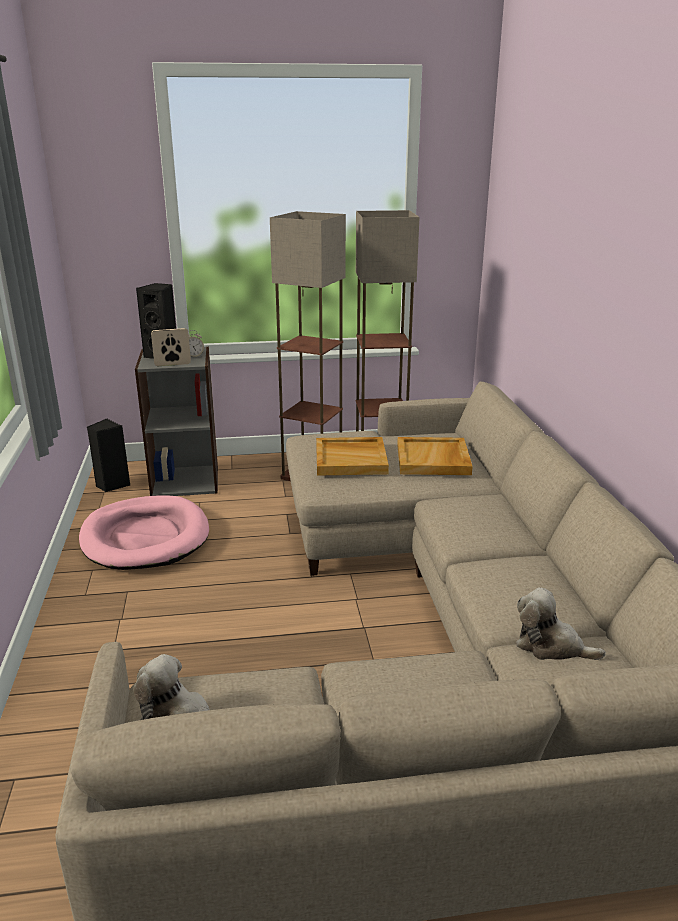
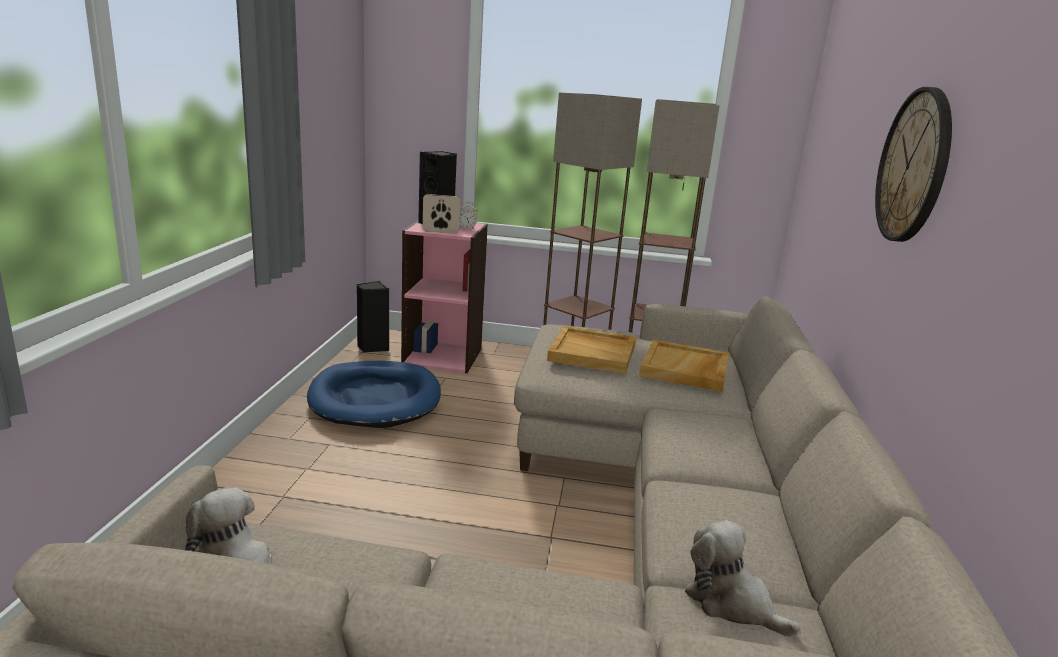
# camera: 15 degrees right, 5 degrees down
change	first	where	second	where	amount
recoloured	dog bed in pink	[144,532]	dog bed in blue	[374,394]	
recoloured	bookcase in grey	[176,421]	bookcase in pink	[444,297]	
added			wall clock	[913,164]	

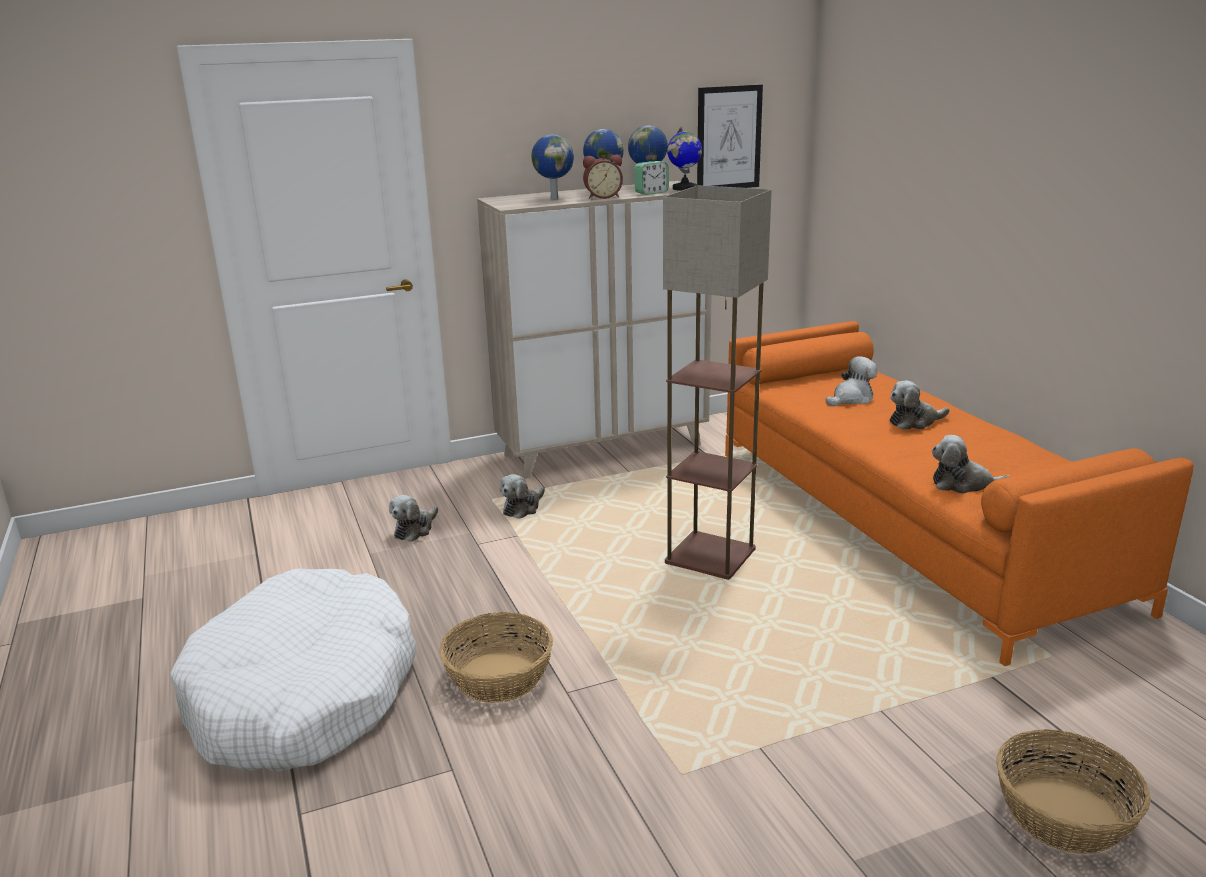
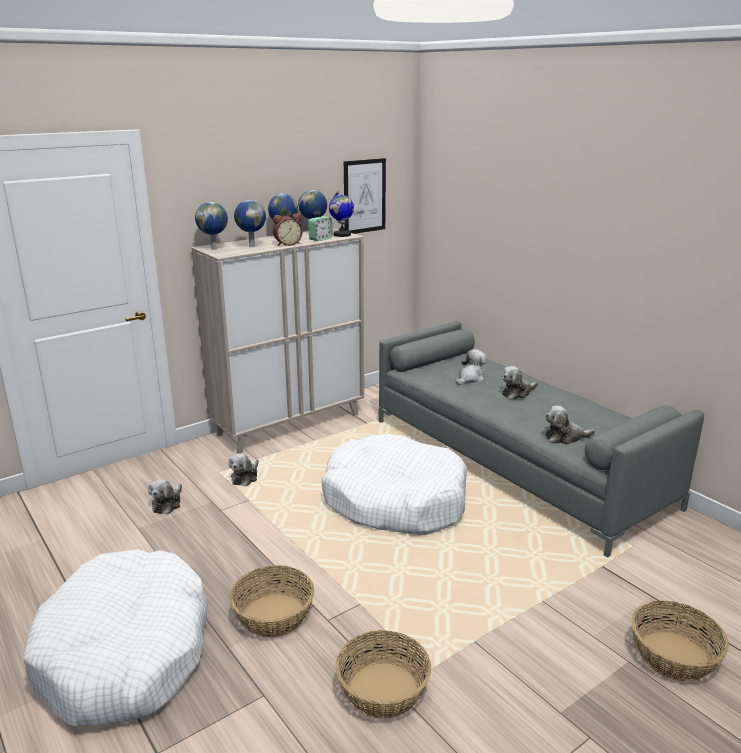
# camera: 15 degrees left, 0 degrees up
change	first	where	second	where	amount
replaced	floor lamp	[717,382]	dog bed in white	[394,484]	
recoloured	sofa in orange	[959,493]	sofa in grey	[541,439]	
added			globe	[211,226]	
added			basket	[383,674]	

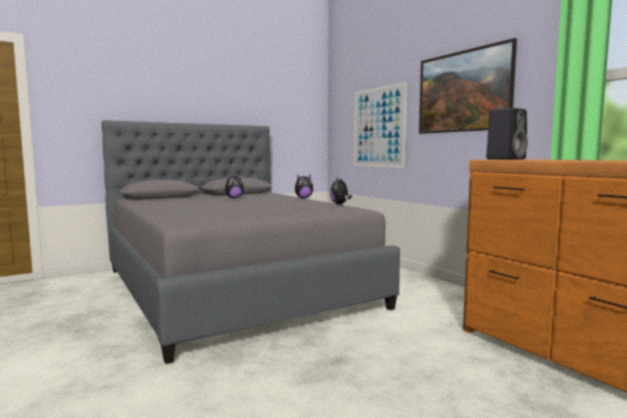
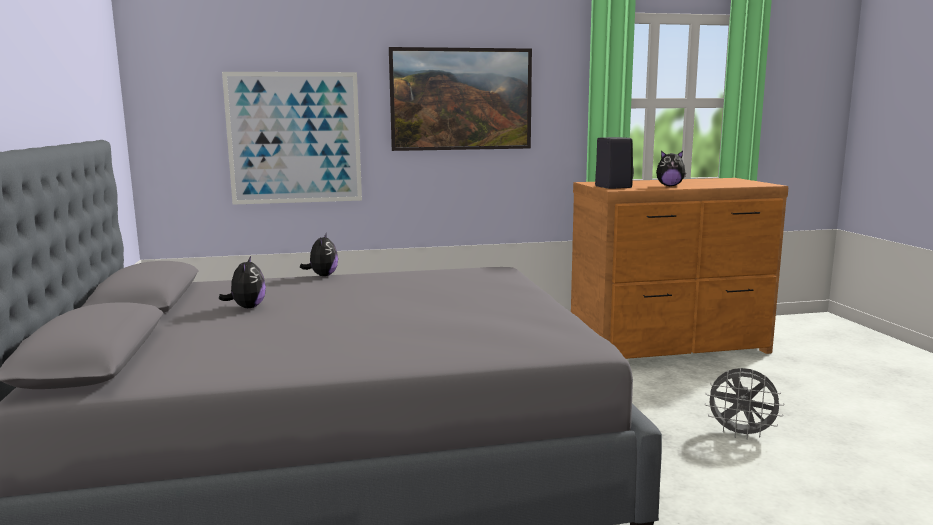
# camera: 70 degrees left, 5 degrees up
change	first	where	second	where	amount
moved	plush toy	[341,191]		[671,168]	
added			fan in grey	[745,403]	

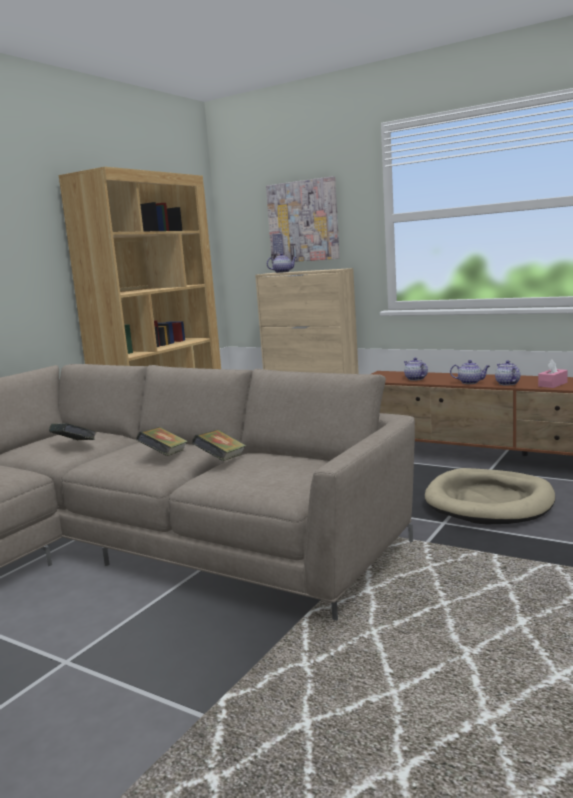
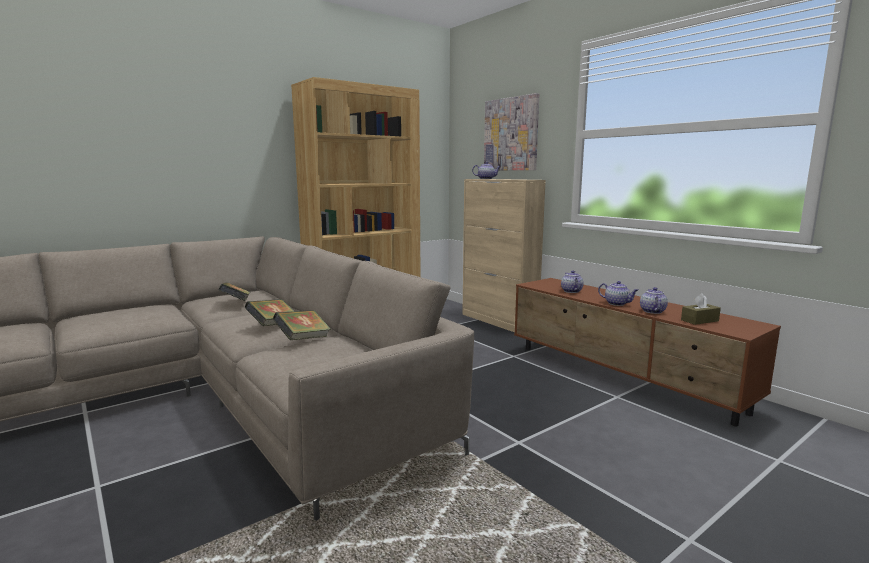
# camera: 20 degrees right, 0 degrees up
change	first	where	second	where	amount
removed	dog bed in beige	[490,496]			
recoloured	tissue box in pink	[553,374]	tissue box in brown	[701,309]	

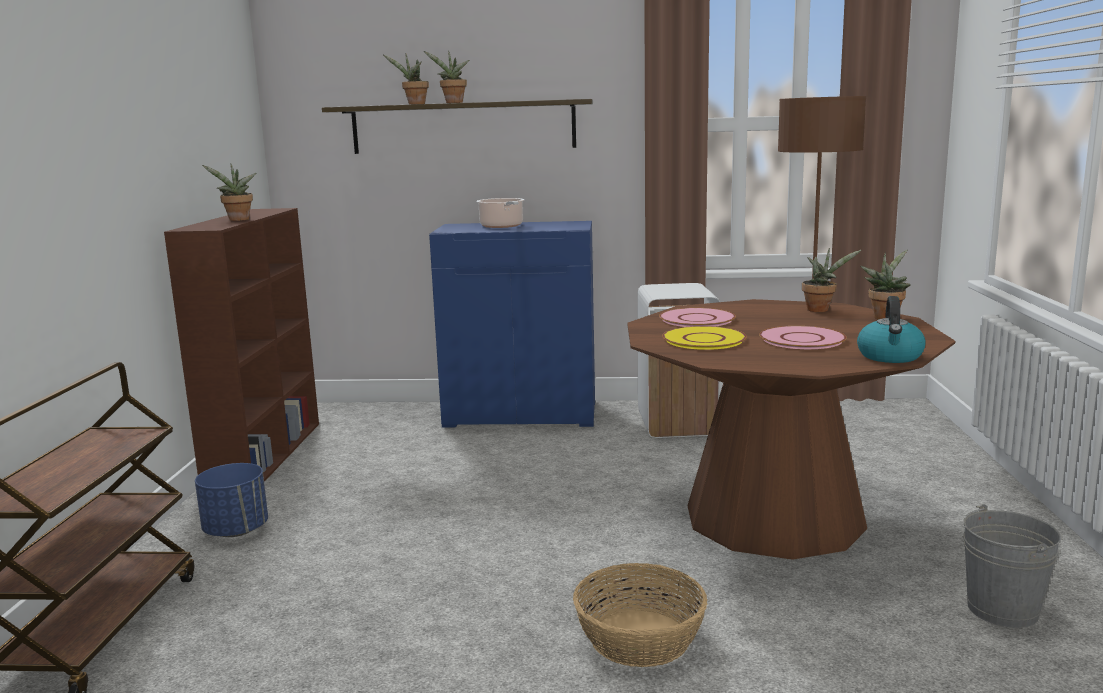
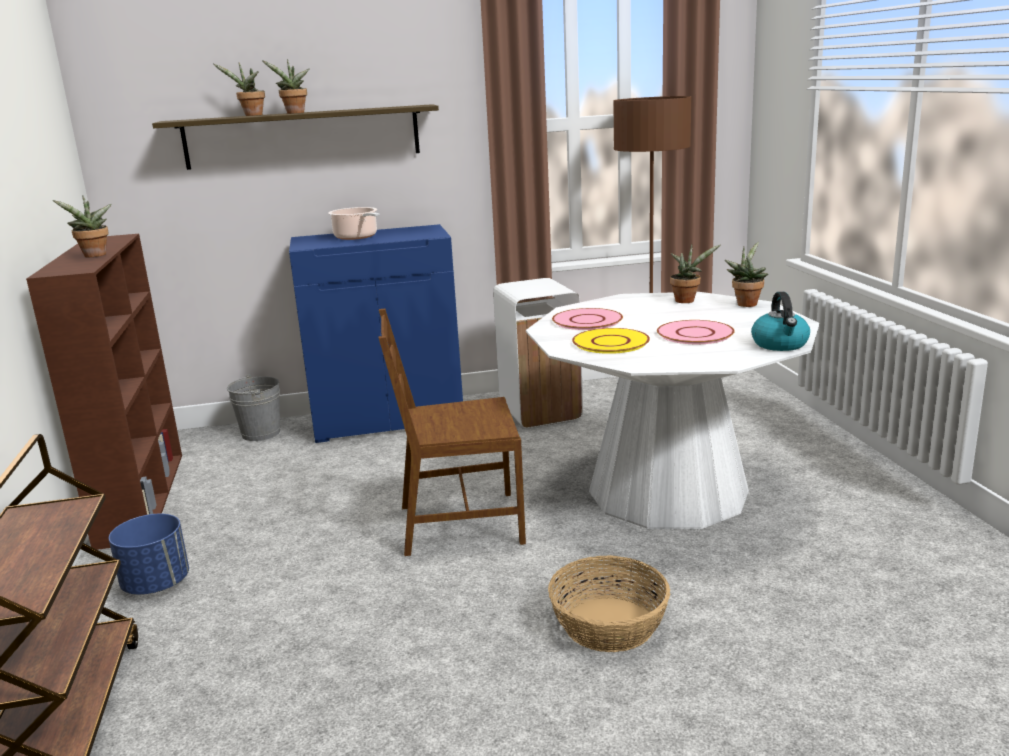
# camera: 15 degrees left, 5 degrees up
change	first	where	second	where	amount
recoloured	dining table in brown	[791,429]	dining table in white	[672,410]	
moved	bucket in grey	[1012,566]		[253,407]	
added			chair in brown	[452,432]	

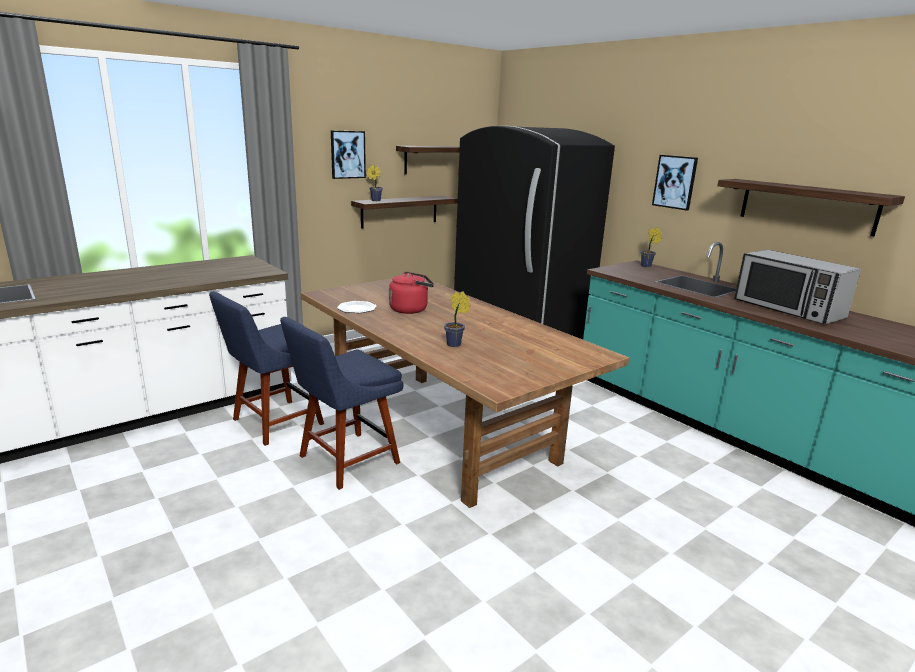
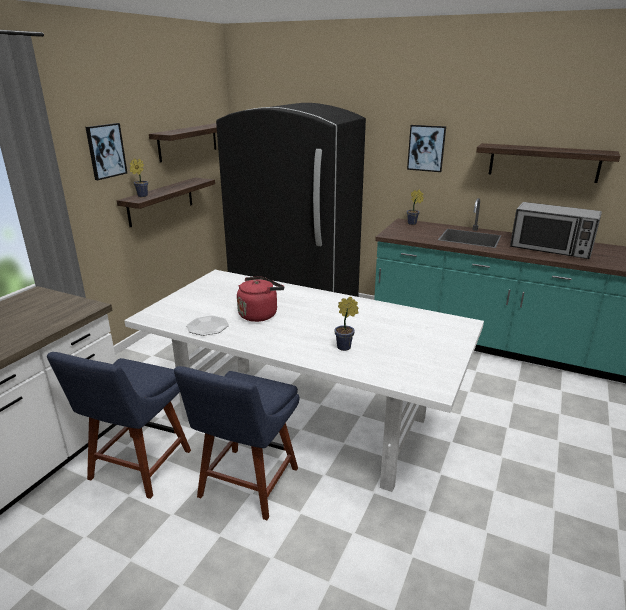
# camera: 25 degrees left, 5 degrees up
change	first	where	second	where	amount
recoloured	dining table in brown	[464,393]	dining table in white	[304,381]	

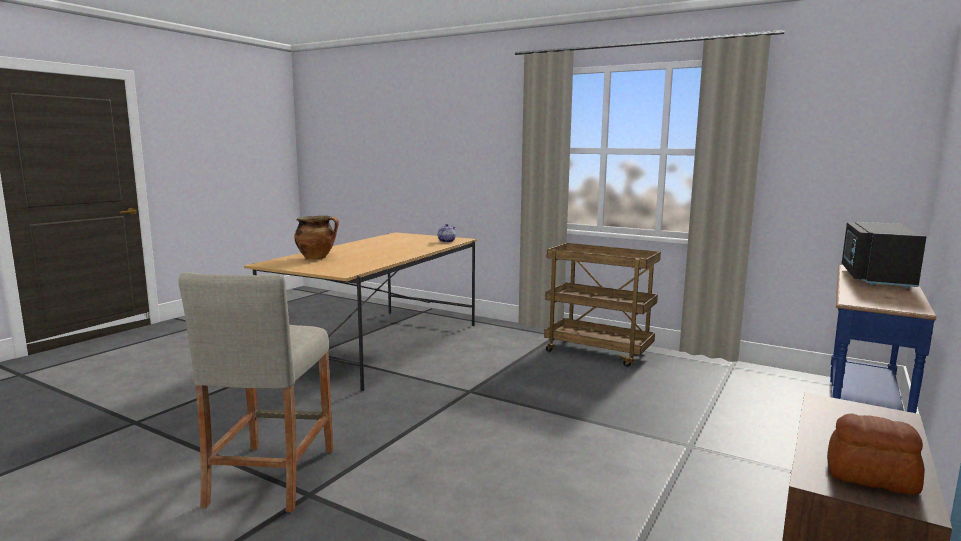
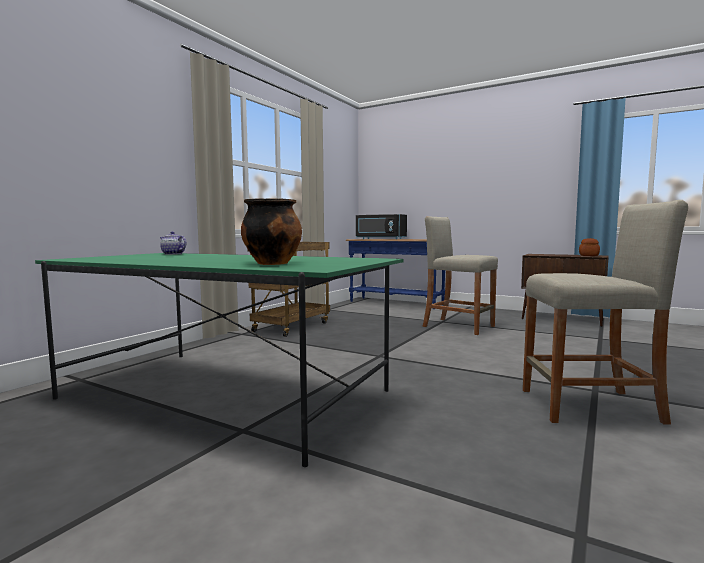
# camera: 90 degrees left, 5 degrees down
change	first	where	second	where	amount
recoloured	dining table in beige	[360,311]	dining table in green	[219,360]	
added			stool in beige	[460,275]	

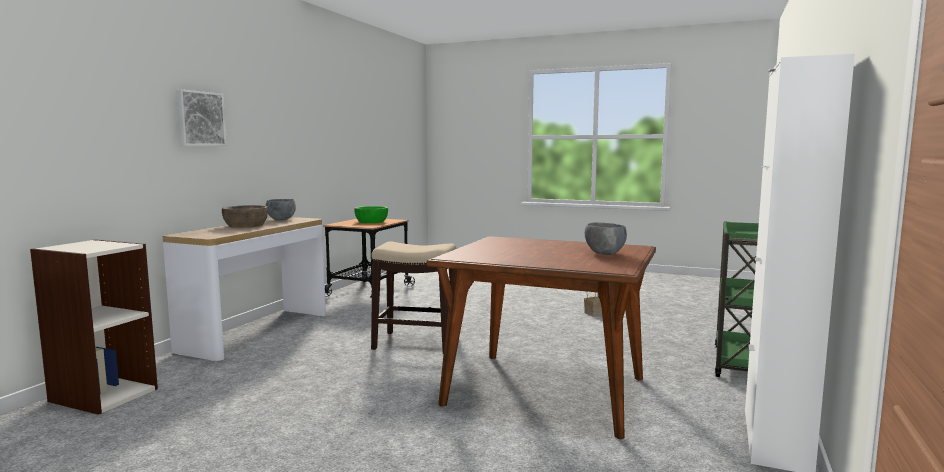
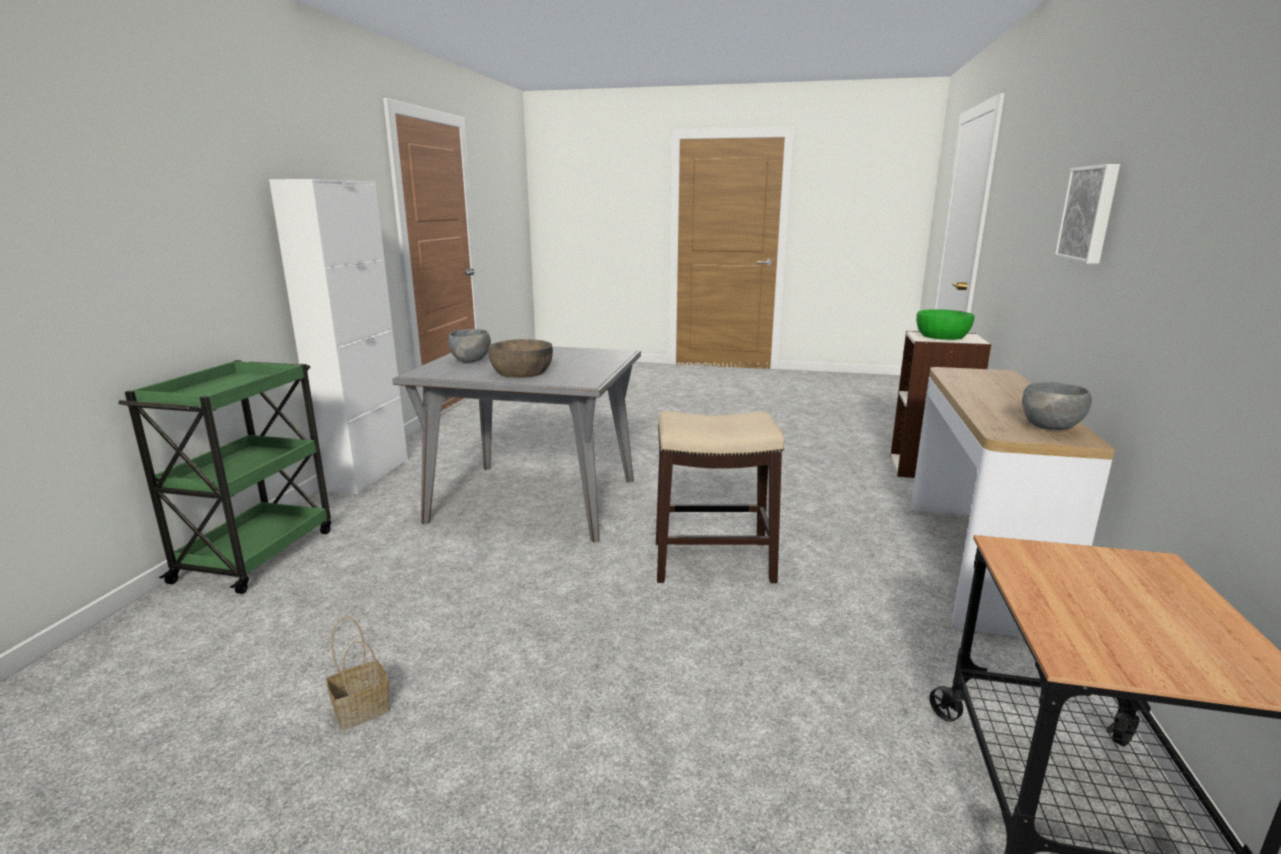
# camera: 170 degrees right, 10 degrees up
change	first	where	second	where	amount
moved	bowl in brown	[245,216]		[520,358]	
moved	bowl in green	[371,214]		[945,324]	
recoloured	dining table in brown	[541,337]	dining table in grey	[516,444]	

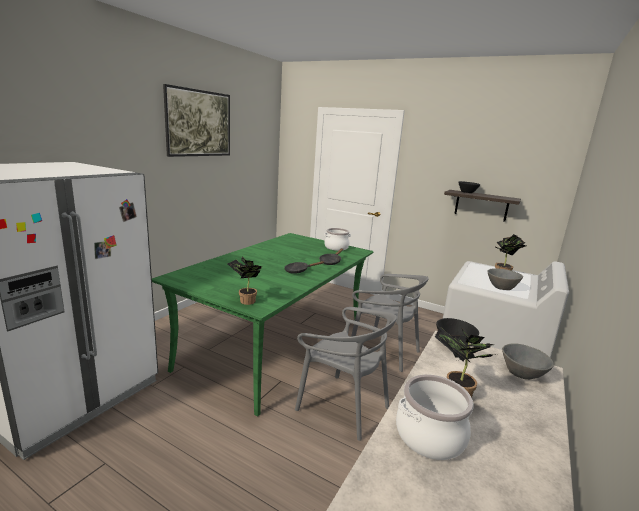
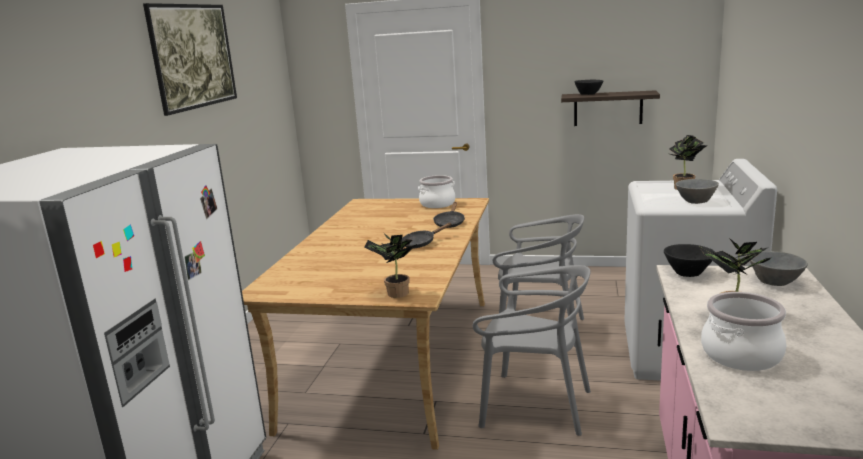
# camera: 15 degrees left, 0 degrees up
change	first	where	second	where	amount
recoloured	dining table in green	[263,325]	dining table in beige	[365,324]	

